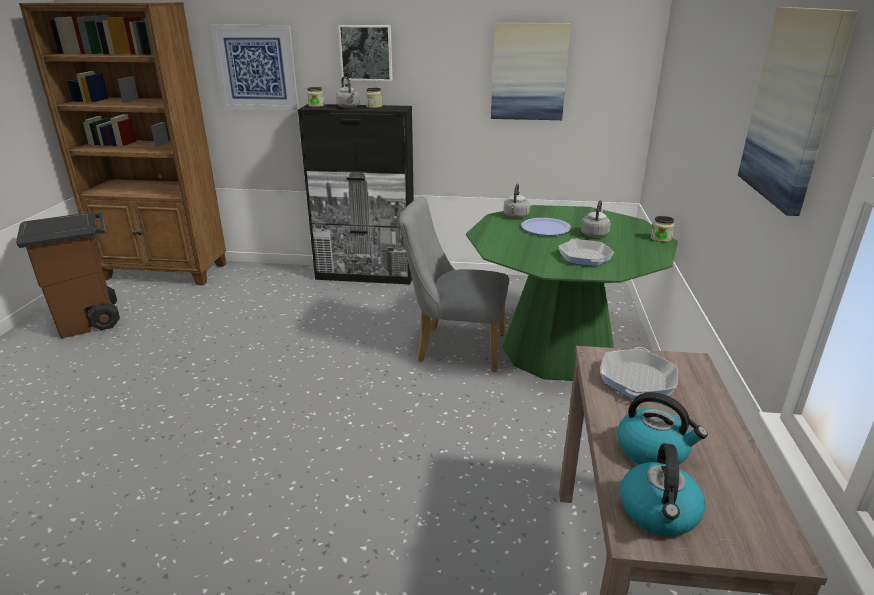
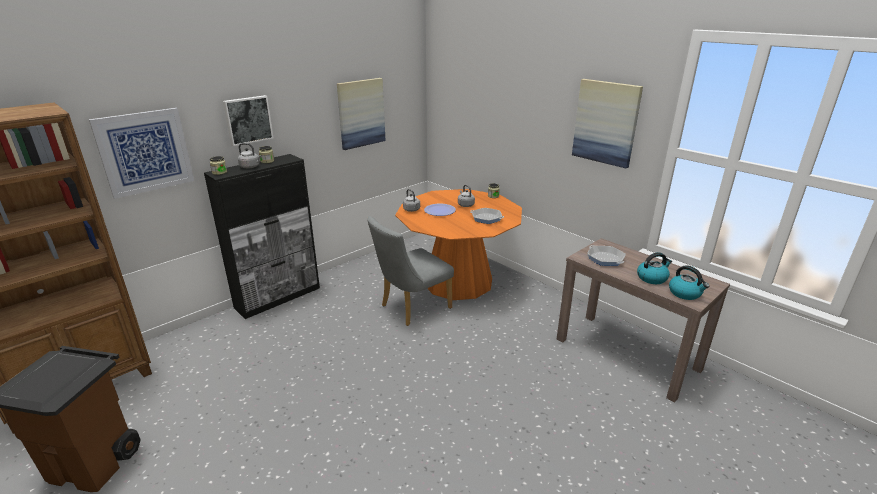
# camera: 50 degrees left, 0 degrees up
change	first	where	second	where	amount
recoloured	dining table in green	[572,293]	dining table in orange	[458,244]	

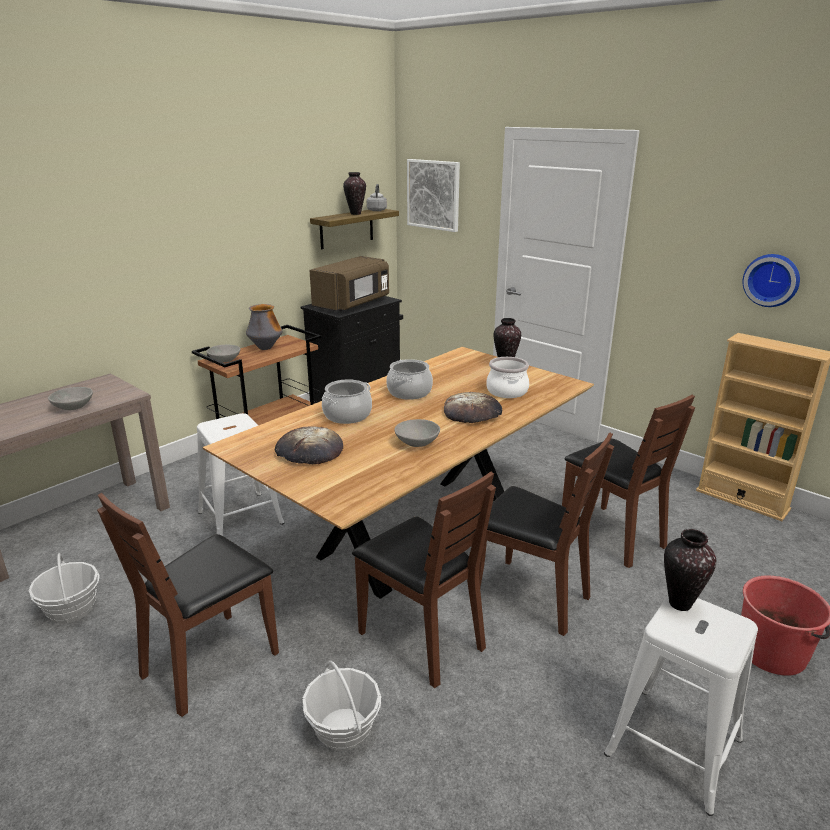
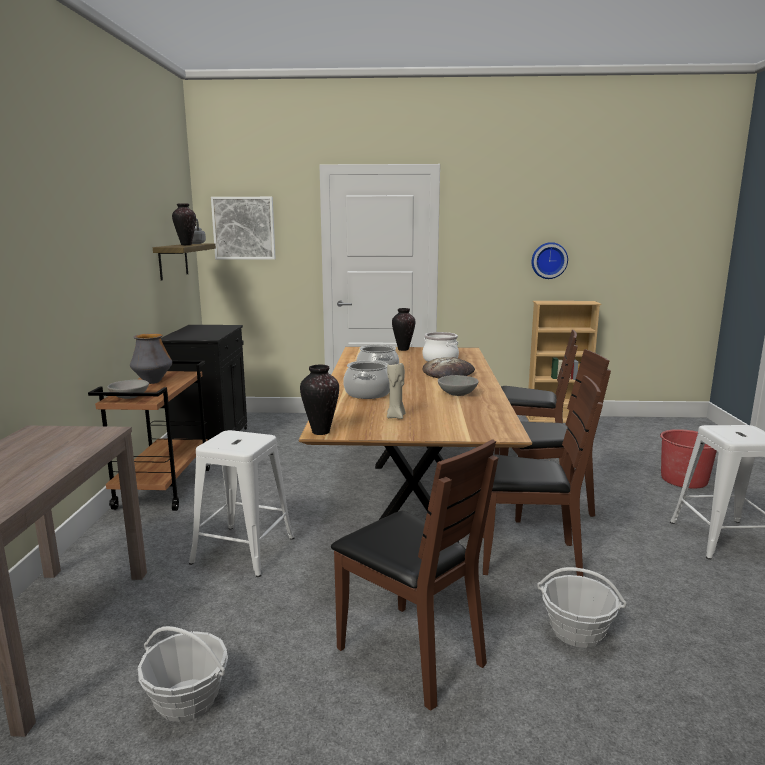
# camera: 40 degrees left, 10 degrees down
change	first	where	second	where	amount
removed	bowl in grey	[70,398]			
turned	chair in brown	[188,605]		[414,575]	45 degrees counterclockwise
replaced	bread	[309,445]	candle in beige	[396,391]	
removed	microwave in brown	[349,283]			
moved	vase	[690,570]		[319,400]	

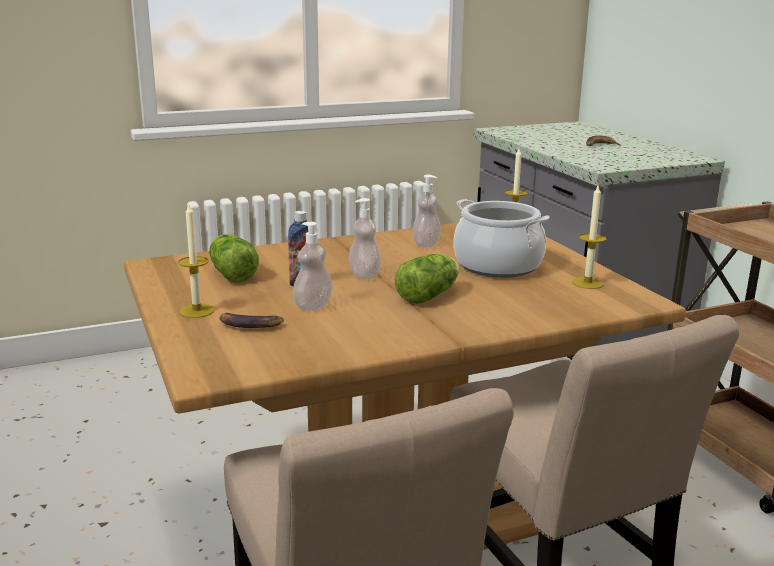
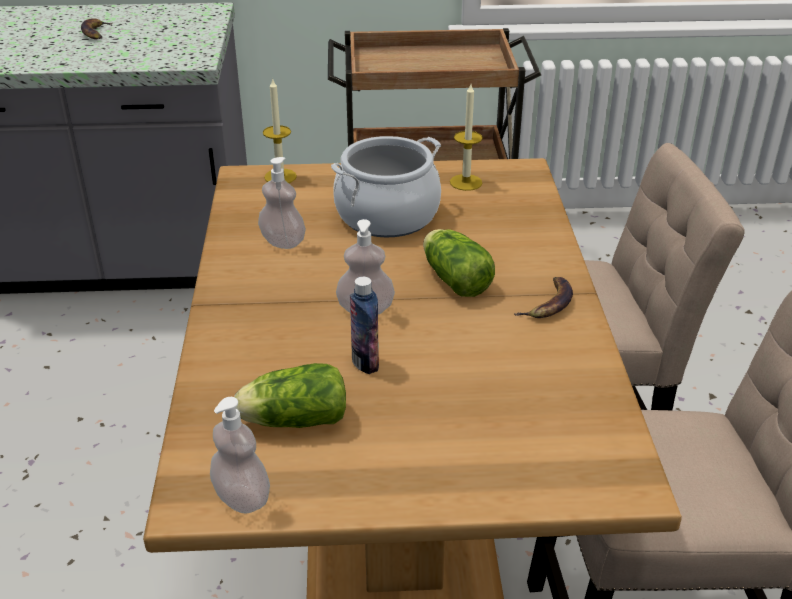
# camera: 70 degrees left, 15 degrees up
change	first	where	second	where	amount
removed	candle	[196,260]			
moved	banana	[251,320]		[543,297]	
moved	soap dispenser	[313,266]		[240,455]	

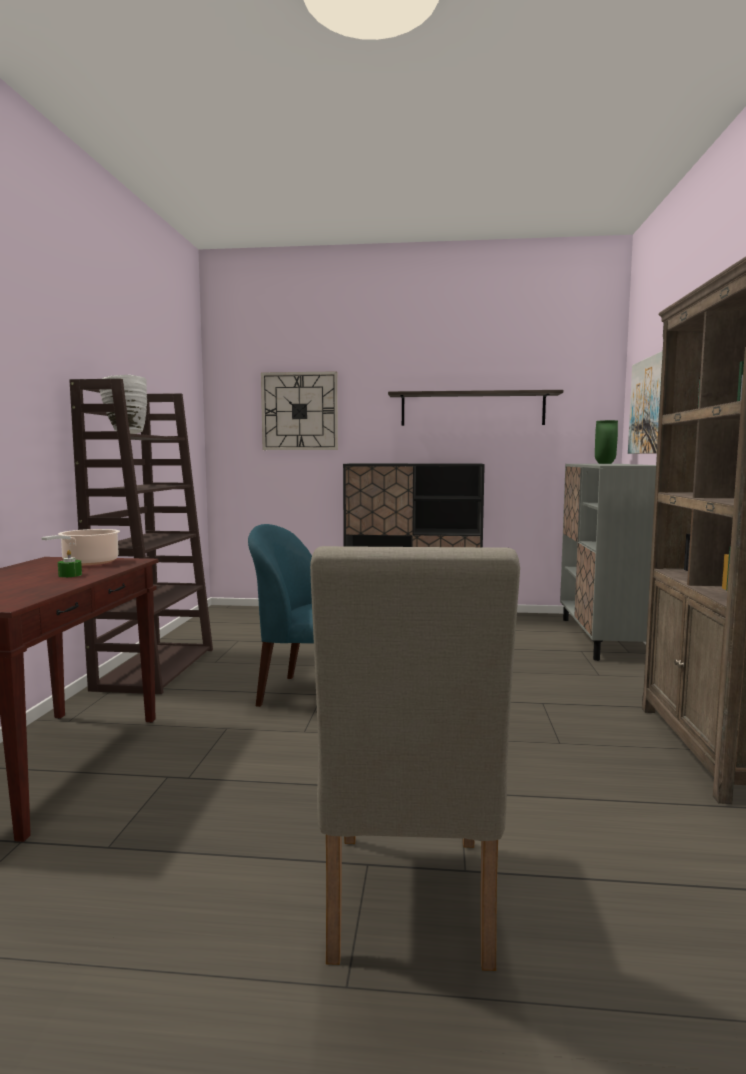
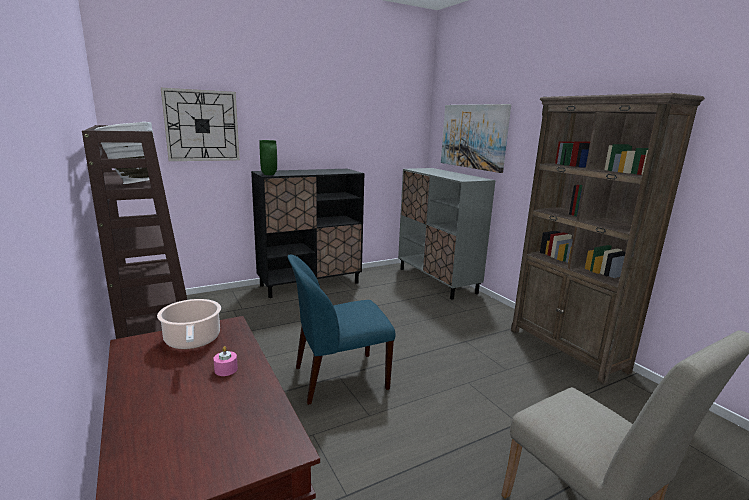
# camera: 35 degrees left, 10 degrees up
change	first	where	second	where	amount
recoloured	candle in green	[70,563]	candle in pink	[225,361]	
removed	shelf	[475,408]			
moved	vase in green	[606,442]		[268,157]	

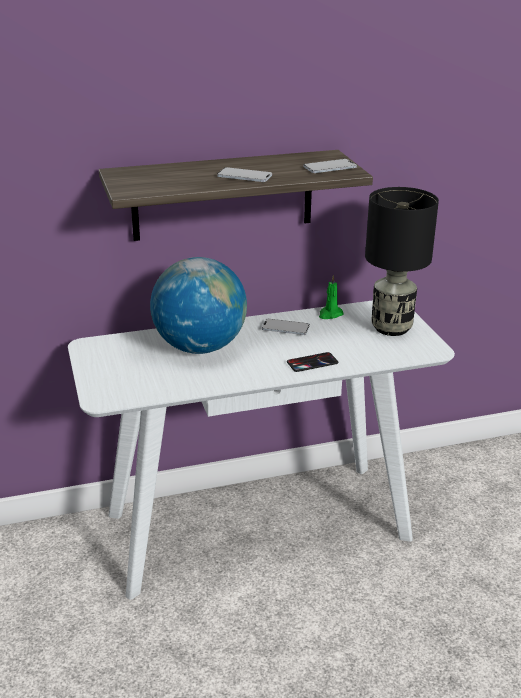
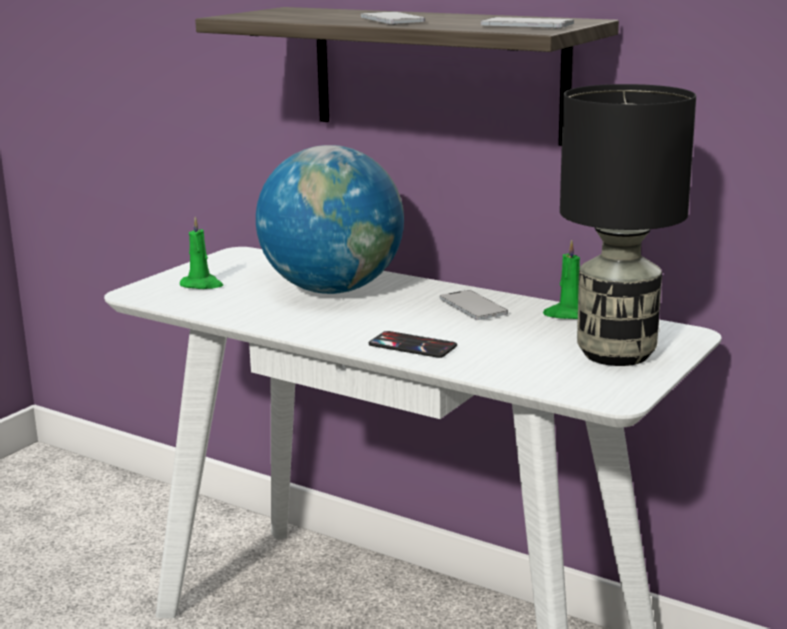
# camera: 50 degrees right, 10 degrees down
change	first	where	second	where	amount
added			candle in green	[201,252]	

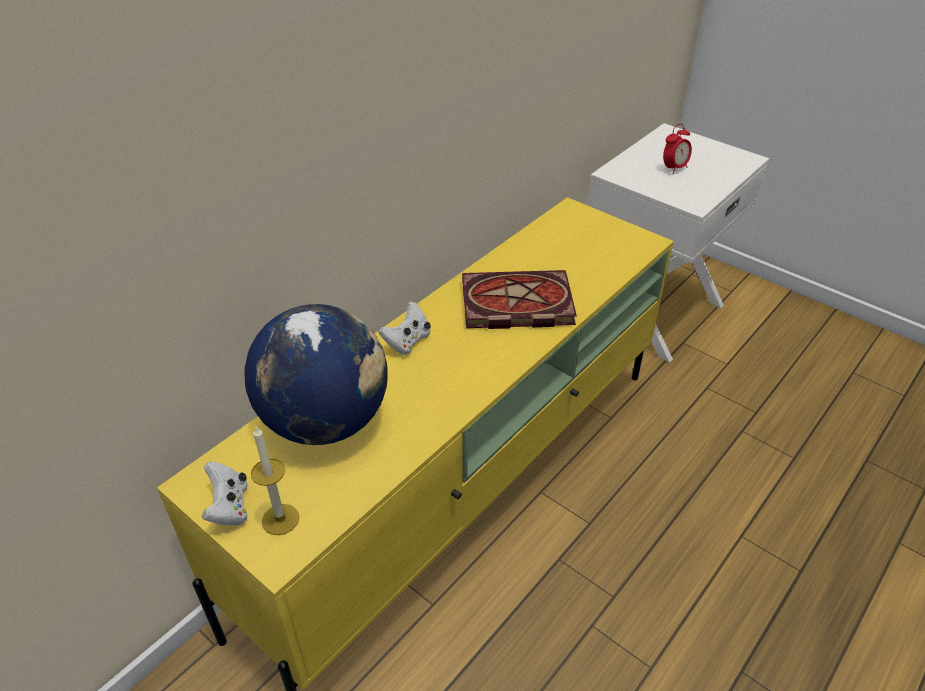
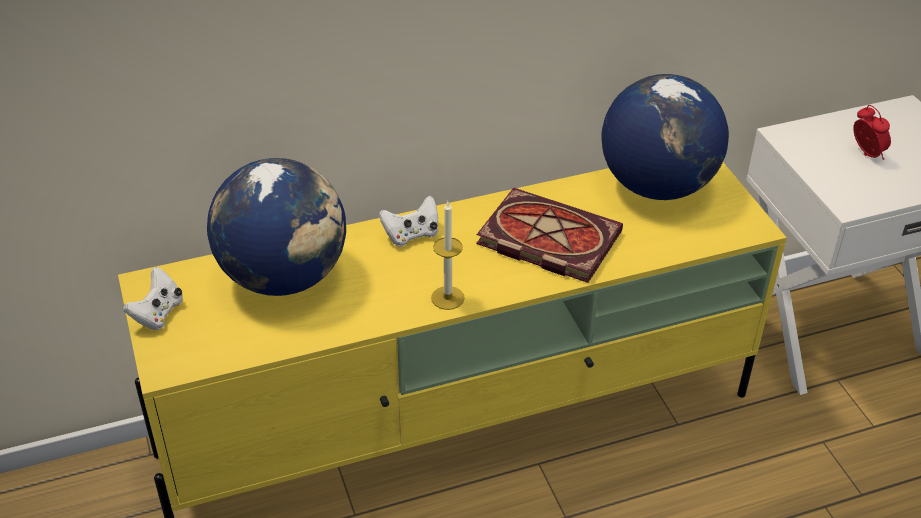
# camera: 30 degrees right, 0 degrees up
change	first	where	second	where	amount
moved	candle	[275,481]		[448,256]	
turned	alarm clock	[677,149]		[872,132]	105 degrees counterclockwise
added			globe	[665,137]	

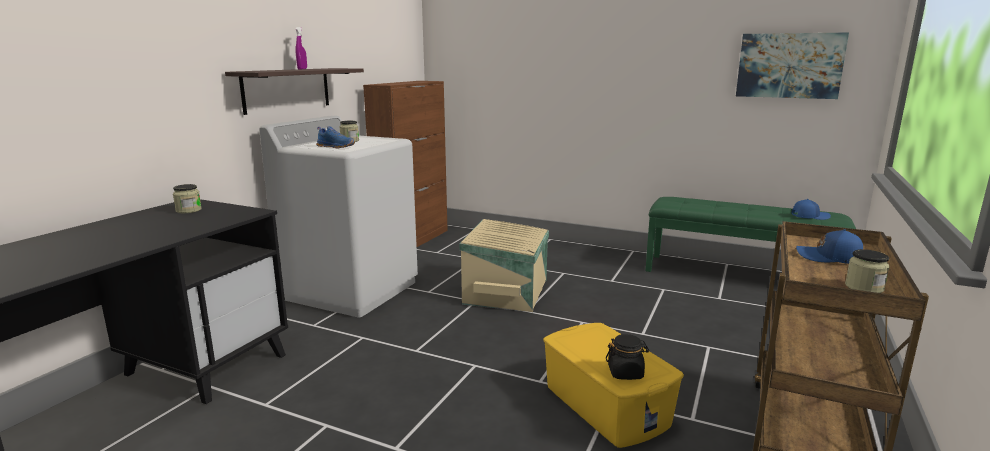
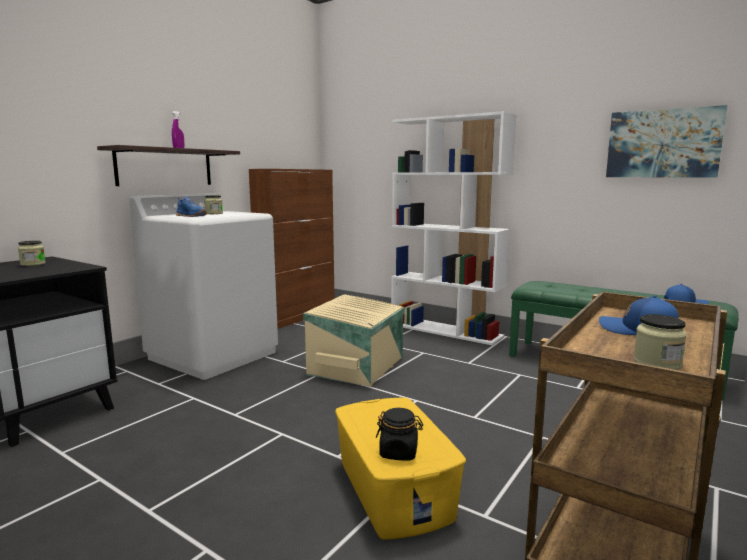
# camera: 10 degrees right, 5 degrees down
change	first	where	second	where	amount
added			bookcase in white	[454,228]	

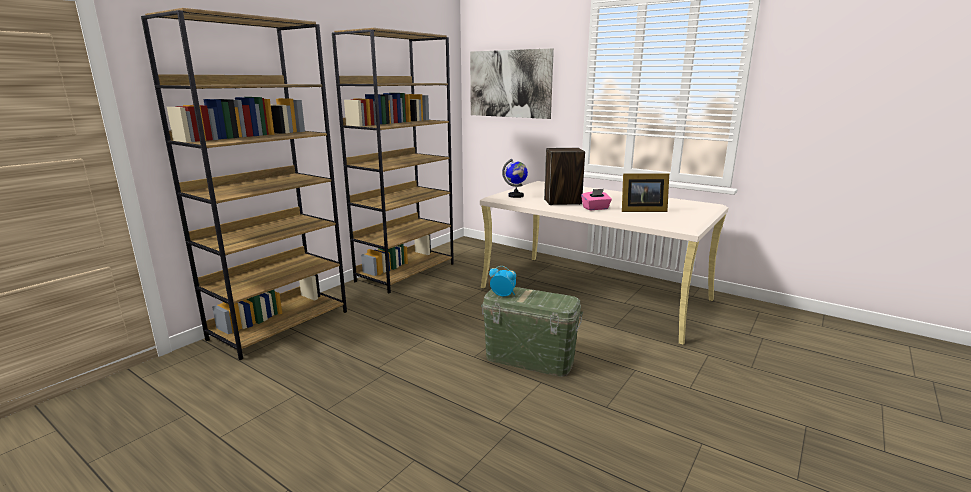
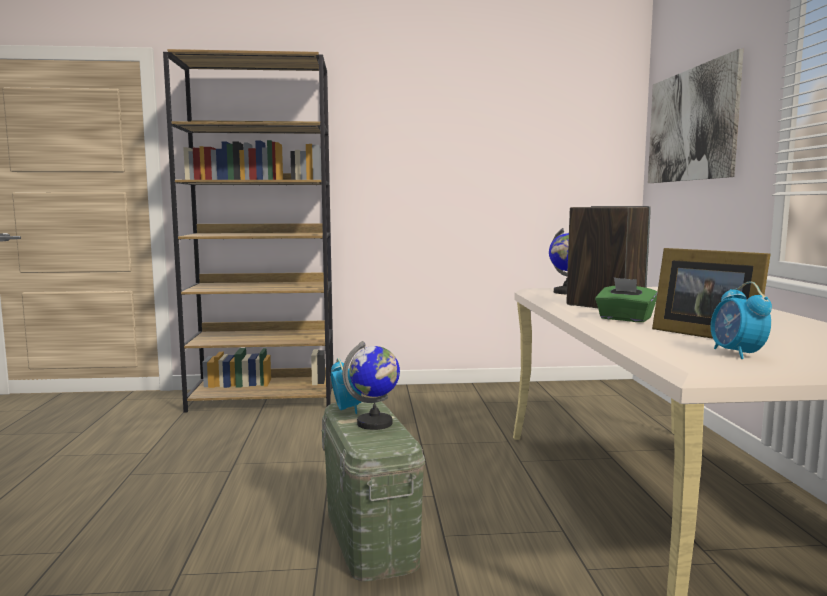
# camera: 50 degrees right, 10 degrees down
change	first	where	second	where	amount
removed	bookcase in brown	[393,161]			
recoloured	tissue box in pink	[596,199]	tissue box in green	[626,299]	
added			globe	[371,385]	
added			alarm clock	[741,320]	

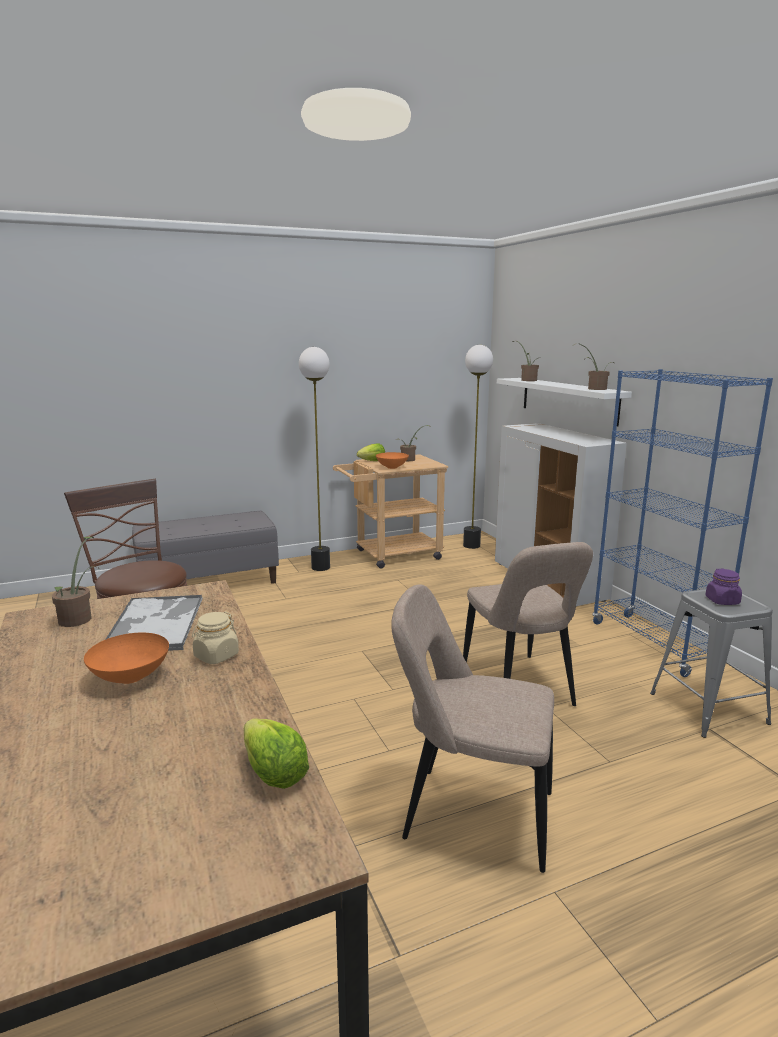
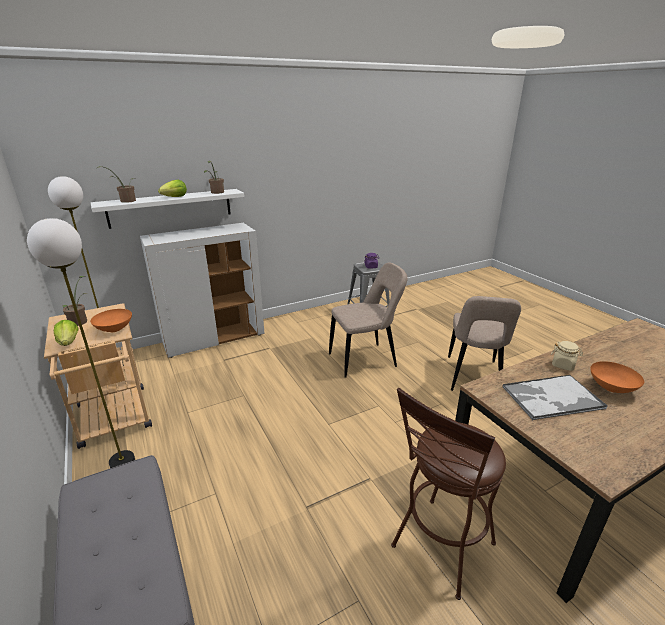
# camera: 95 degrees left, 10 degrees up
change	first	where	second	where	amount
removed	potted plant	[76,582]			
moved	lettuce	[276,754]		[172,188]	
removed	bookcase in blue	[682,523]			

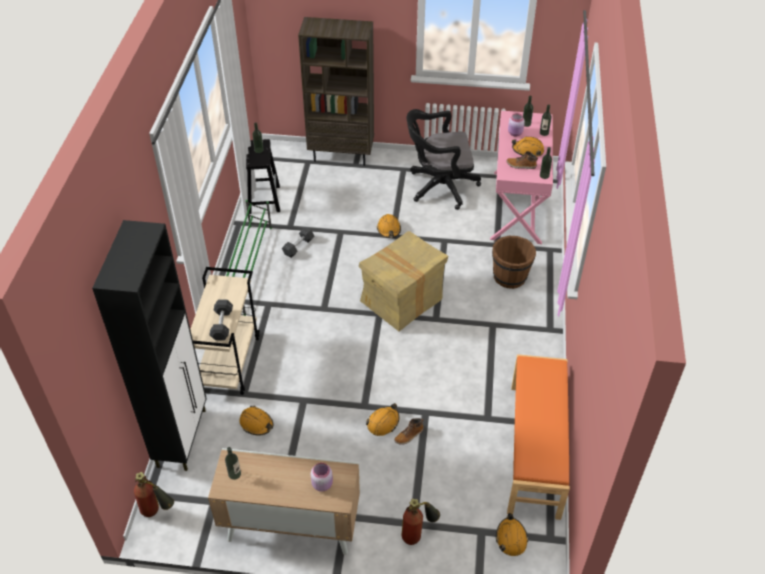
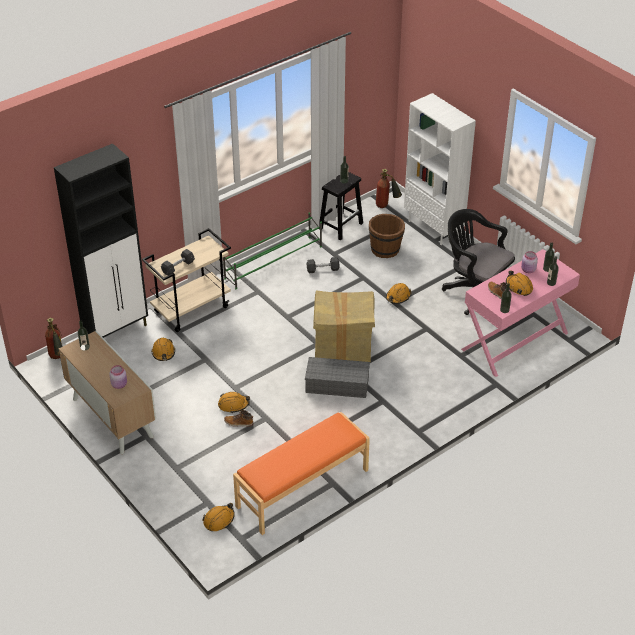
# camera: 45 degrees right, 5 degrees down
change	first	where	second	where	amount
recoloured	bookcase in brown	[336,91]	bookcase in white	[440,169]	
moved	fire extinguisher	[421,522]		[389,188]	
moved	bucket in brown	[514,262]		[387,236]	
added			storage box in grey	[337,377]	

